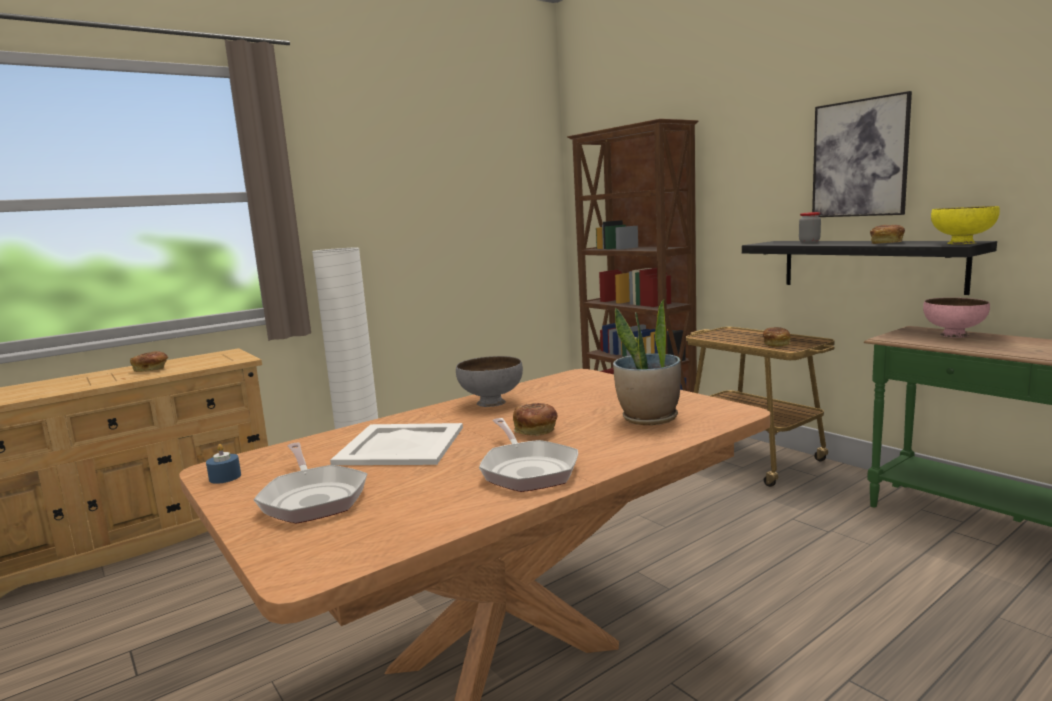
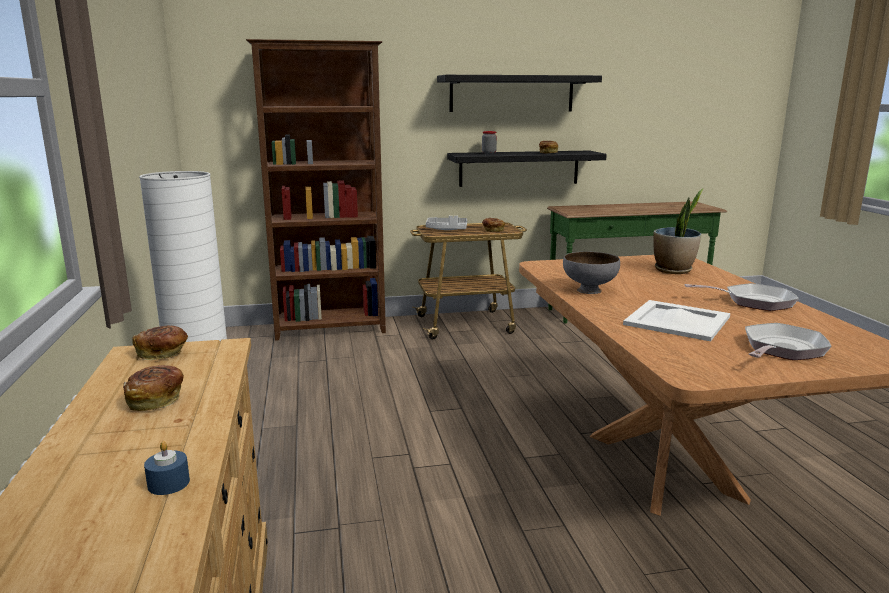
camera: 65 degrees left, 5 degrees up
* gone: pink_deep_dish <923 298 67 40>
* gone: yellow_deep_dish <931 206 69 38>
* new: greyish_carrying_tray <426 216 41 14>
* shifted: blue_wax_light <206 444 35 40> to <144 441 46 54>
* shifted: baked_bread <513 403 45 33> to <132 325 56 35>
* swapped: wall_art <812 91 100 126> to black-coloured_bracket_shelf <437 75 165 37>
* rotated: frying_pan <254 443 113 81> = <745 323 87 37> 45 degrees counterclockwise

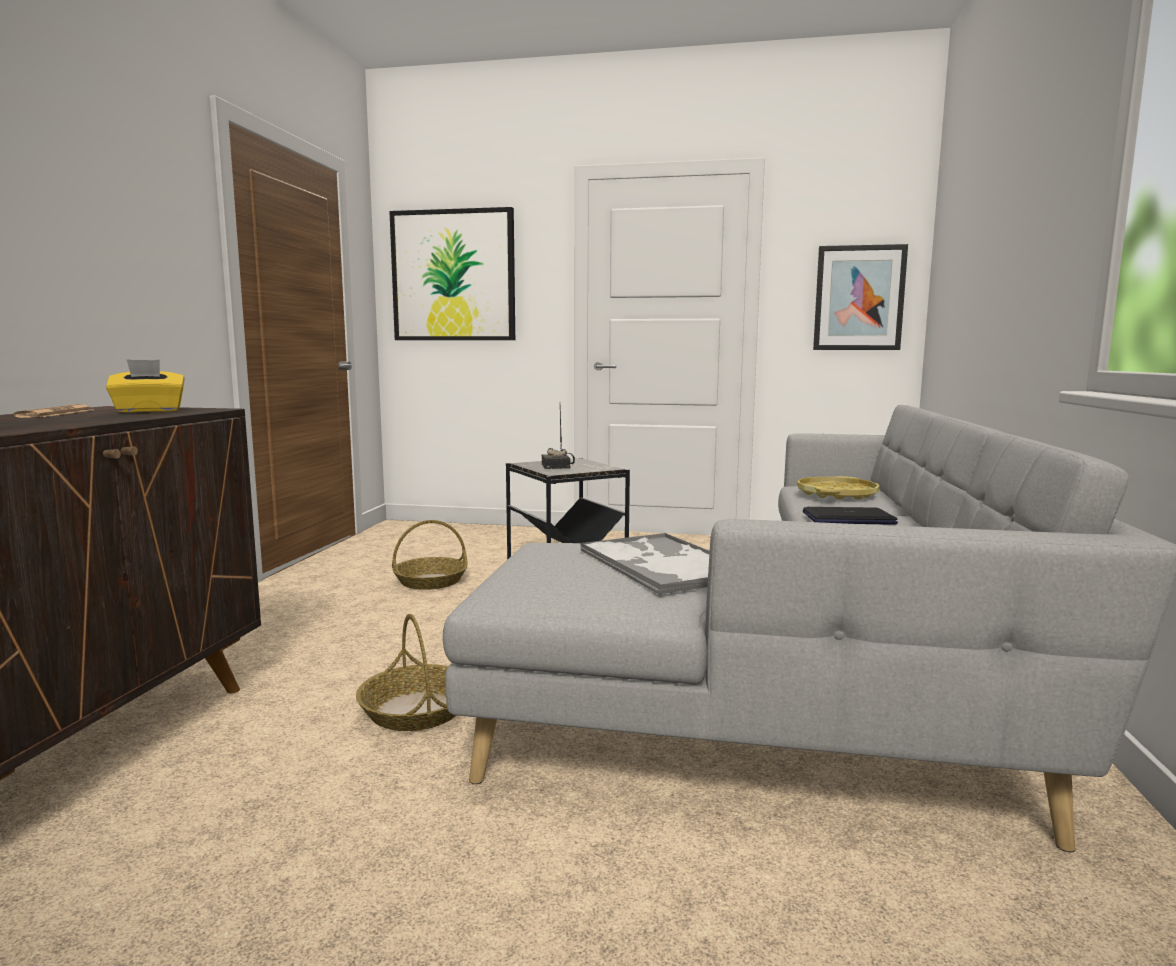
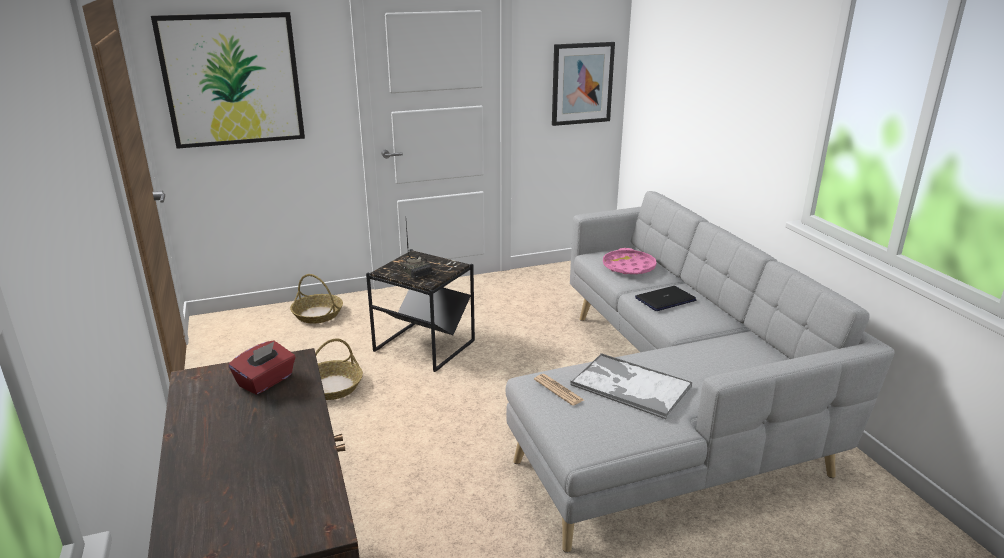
camera: 30 degrees left, 15 degrees up
* shifted: printed_paper <13 404 78 14> to <534 374 50 32>
* shifted: basket <356 614 101 117> to <290 274 53 49>
* repainted: yellow_tissue_holder <106 359 79 54> to red-coloured_tissue_holder <229 341 67 54>
* repainted: yellow_carrying_tray <797 476 83 24> to pink_carrying_tray <603 248 54 26>

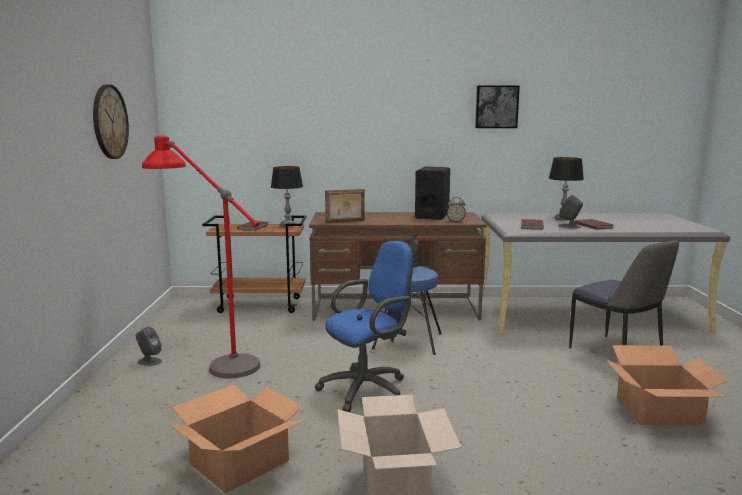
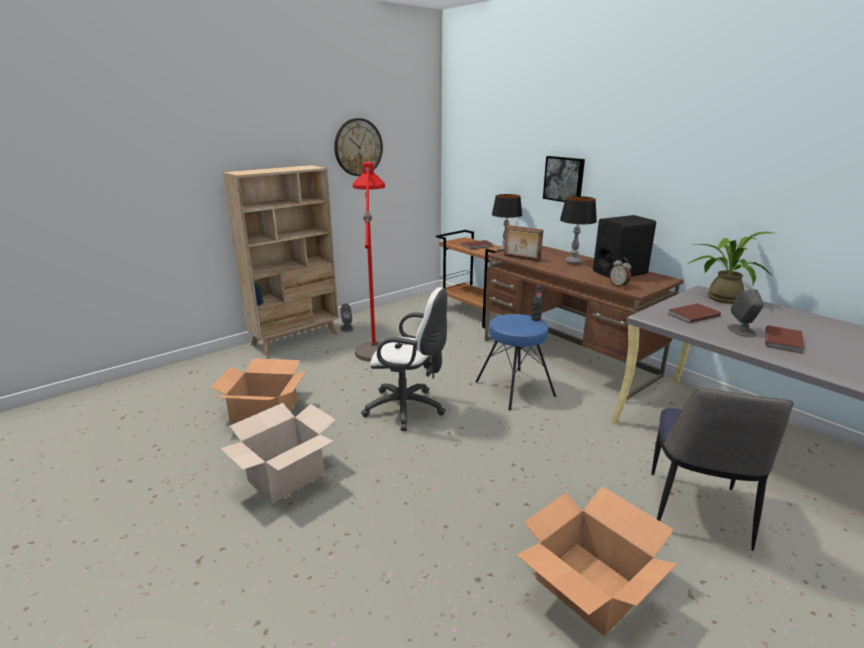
camera: 50 degrees right, 10 degrees up
* new: beige_bookcase <223 165 116 191>
* new: plant_in_a_pot <687 232 87 72>
* shifted: wall_art <475 85 45 43> to <543 156 42 46>
* shifted: tabletop_lamp <549 157 35 63> to <560 196 37 69>
* repainted: blue_desk_chair <315 241 98 171> to white_desk_chair <361 287 86 144>

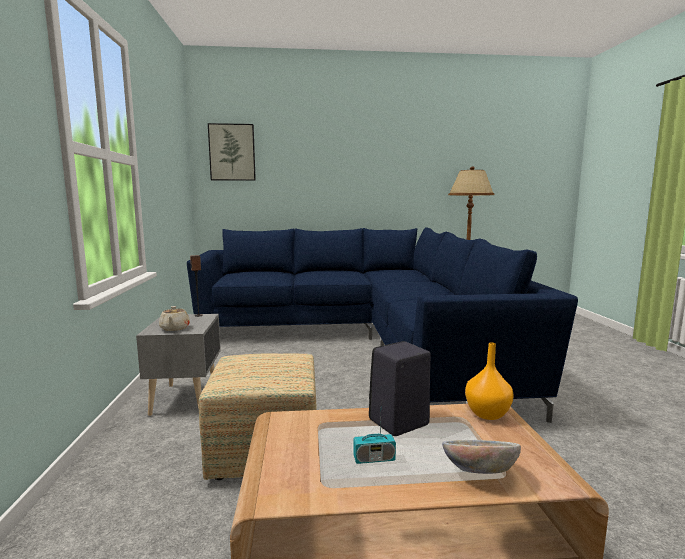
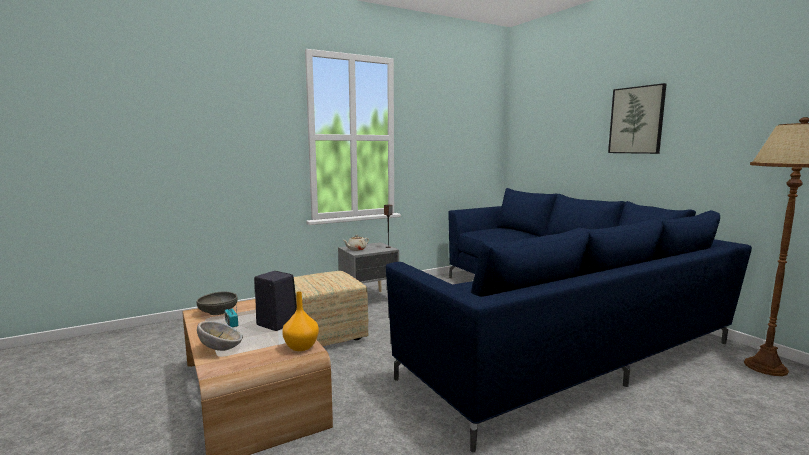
camera: 65 degrees right, 0 degrees up
* new: greyish_deep_dish <197 292 41 23>
* shifted: wall_art <208 123 48 58> to <608 83 58 71>

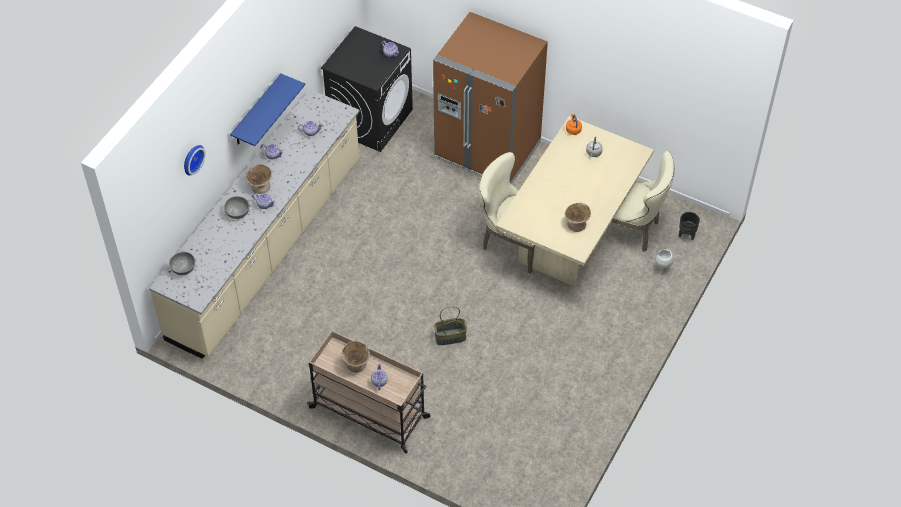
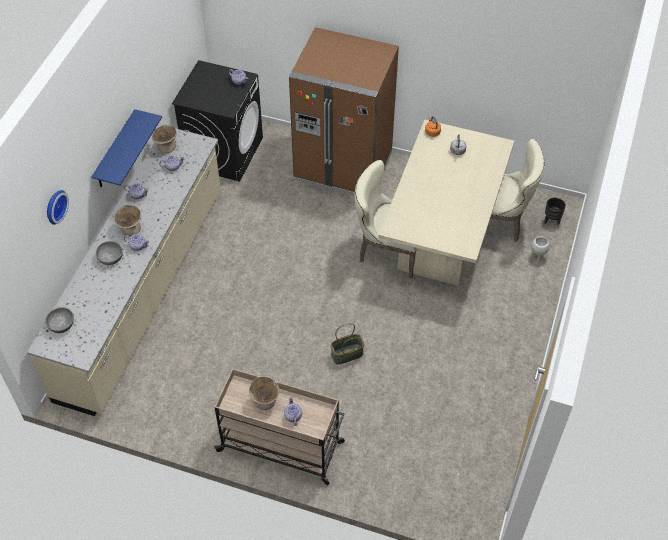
camera: 10 degrees left, 0 degrees up
* shifted: beige_deep_dish <565 203 26 29> to <152 125 25 28>

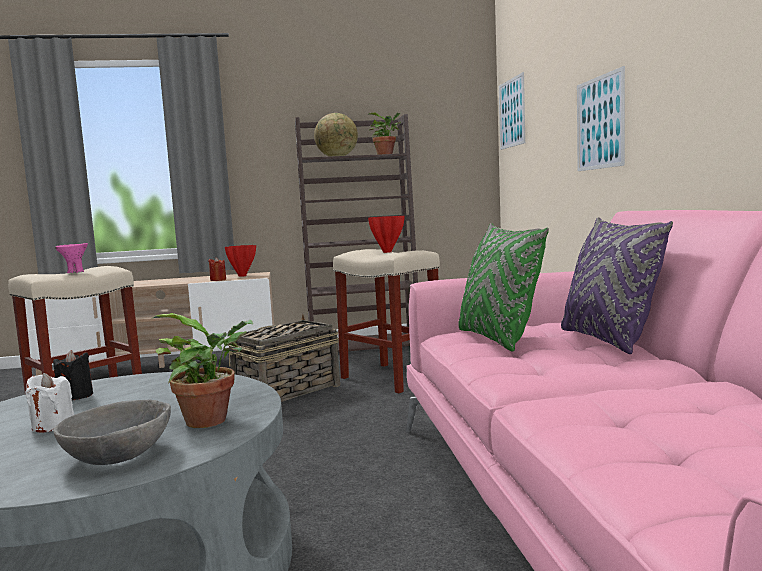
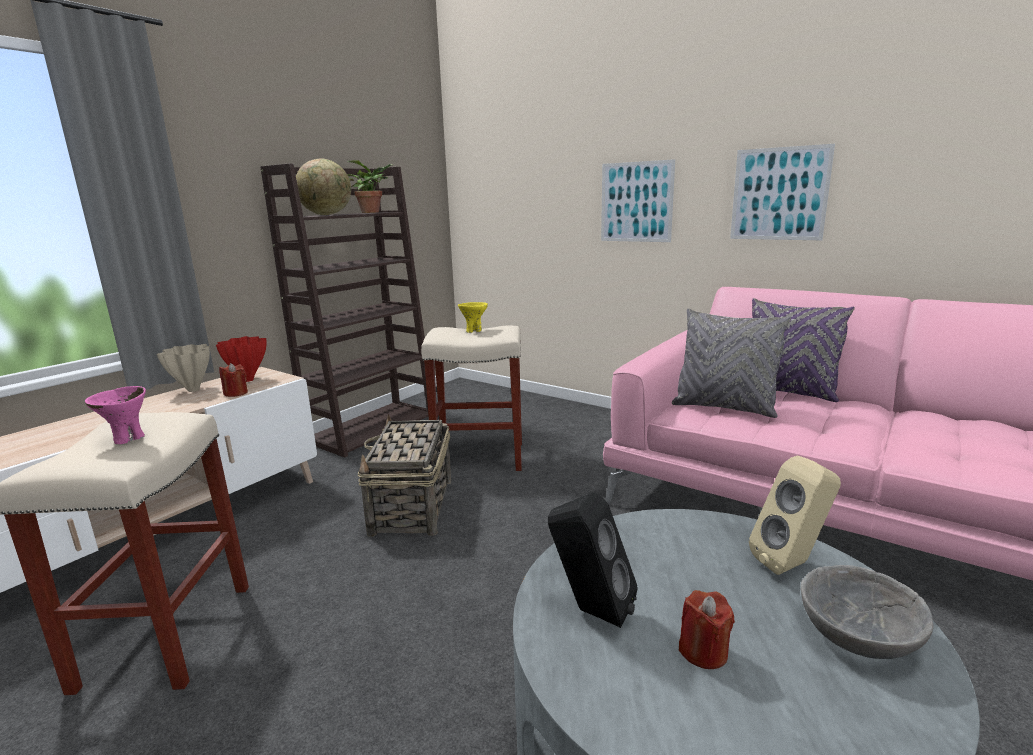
camera: 45 degrees left, 10 degrees up
* new: beige_vase <157 344 53 48>
* shifted: wall_art <499 72 26 78> to <730 144 105 96>
* swapped: black-coloured_wax_light <53 350 40 50> to black-coloured_loudspeaker <548 492 90 136>
* swapped: plant_in_a_pot <153 313 100 115> to beige_loudspeaker <749 455 92 120>
* swapped: red-coloured_vase <368 216 37 37> to yellow_deep_dish <458 302 30 31>
* repainted: white_wax_light <25 373 49 60> to red-coloured_wax_light <679 590 56 79>
* repainted: greenish_throw_pillow <458 223 91 129> to greyish_throw_pillow <672 308 119 110>

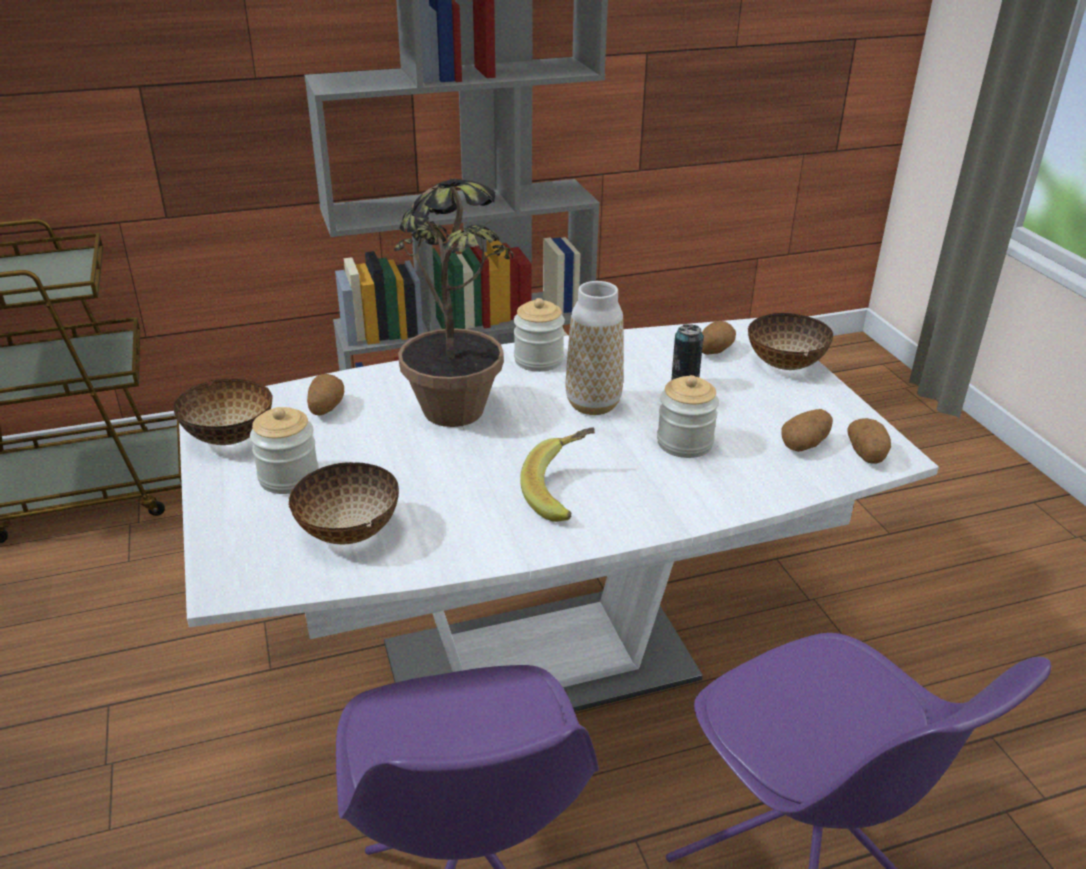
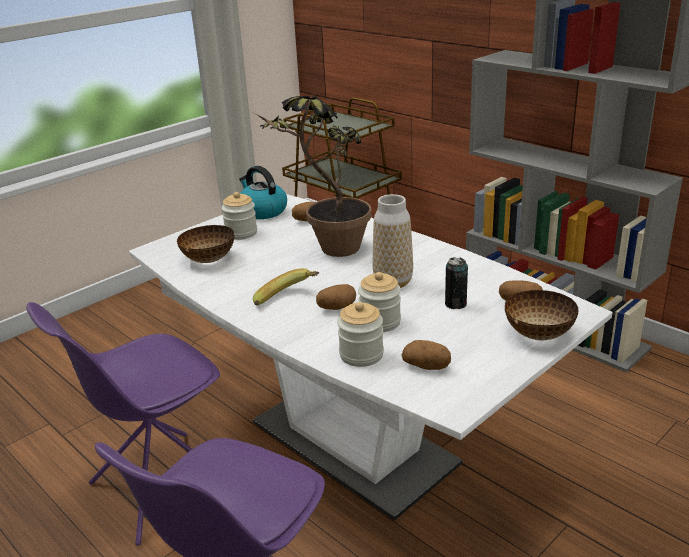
camera: 65 degrees right, 5 degrees down
* shifted: preserve_jar <514 298 51 74> to <337 302 47 65>
* shifted: whole_potato <847 418 44 46> to <316 284 40 26>
* swapped: deep_dish <173 379 100 66> to tea_kettle <239 166 48 53>

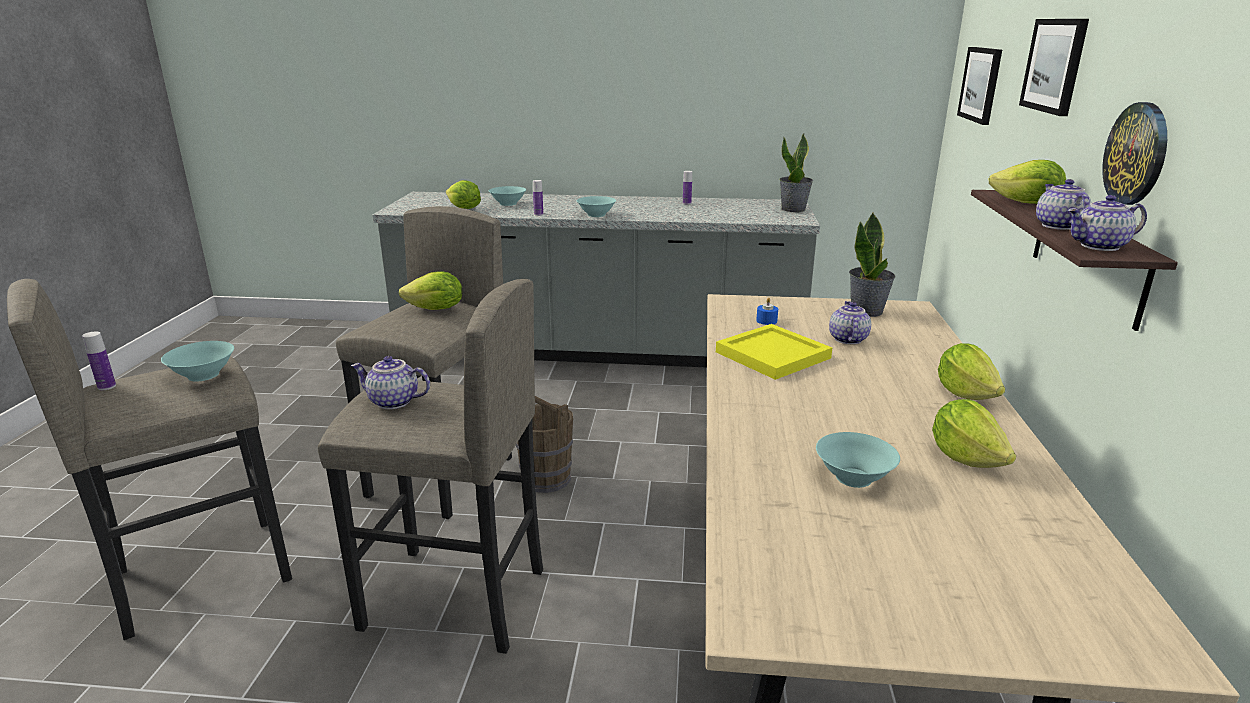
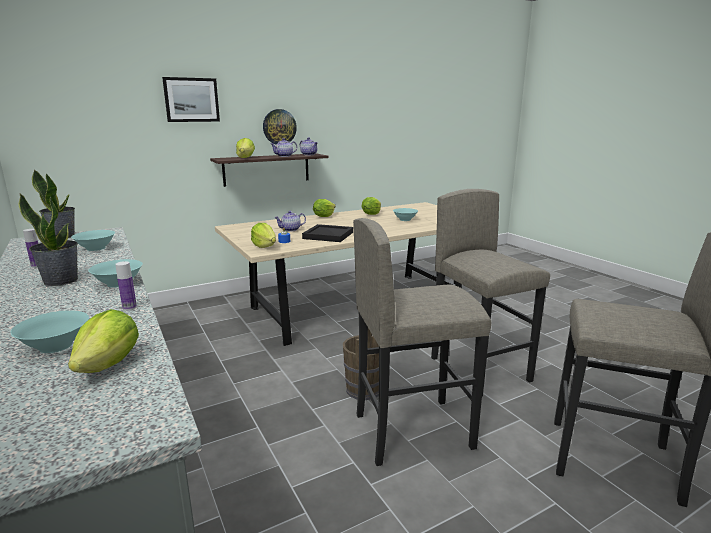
camera: 125 degrees left, 5 degrees down
* gone: bottle <82 331 34 59>
* gone: teapot <351 356 79 53>
* gone: wall_art <957 47 45 78>
* shifted: turquoise-coloured_deep_dish <161 341 73 40> to <71 230 44 21>
* shifted: lettuce <399 271 63 39> to <251 223 25 25>
* shifted: plant_in_a_pot <849 213 46 104> to <18 194 60 92>
* repainted: yellow_carrying_tray <716 324 116 56> to black-coloured_carrying_tray <302 224 51 18>

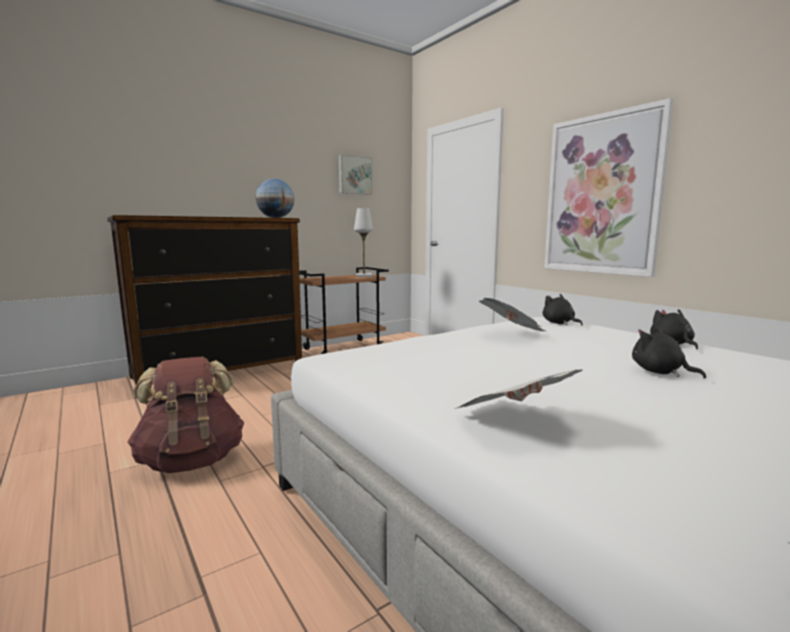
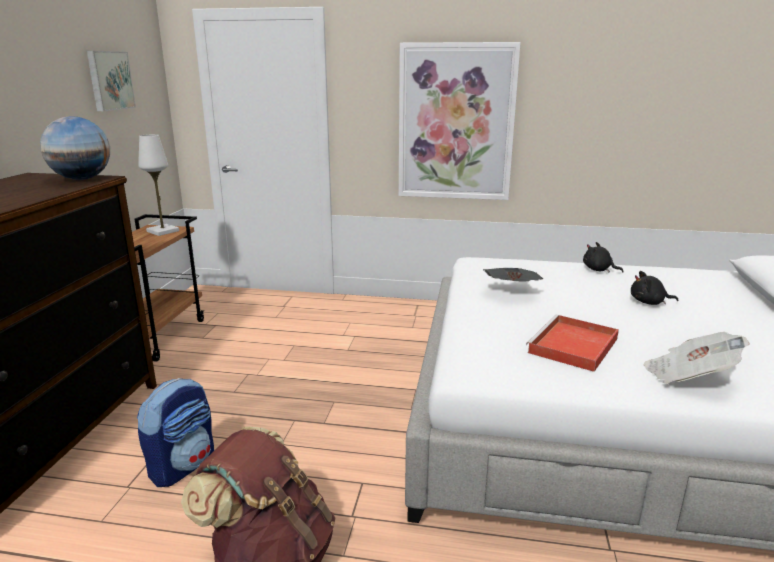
camera: 45 degrees left, 10 degrees up
* gone: black-coloured_plush_toy <543 294 40 32>
* new: knapsack <137 378 77 109>
* new: red-coloured_carrying_tray <526 315 93 57>

